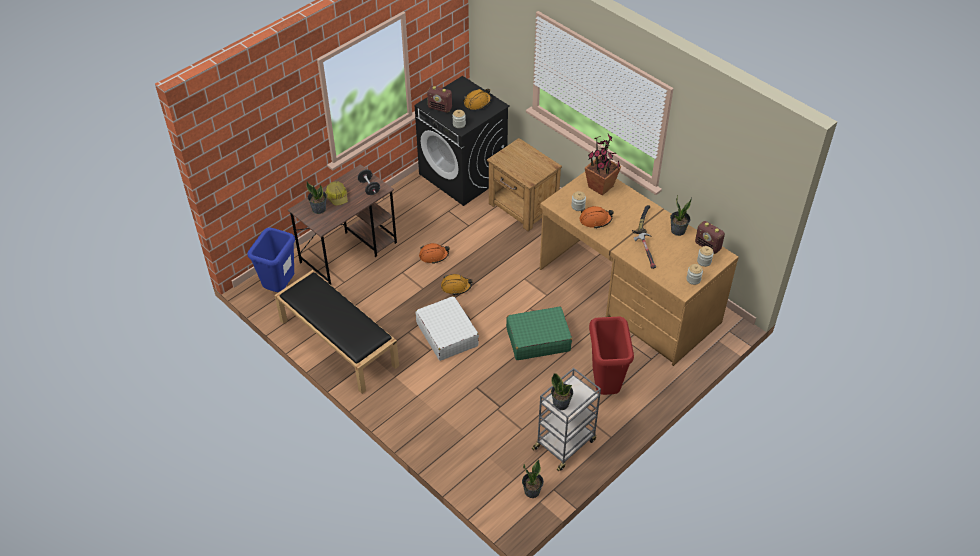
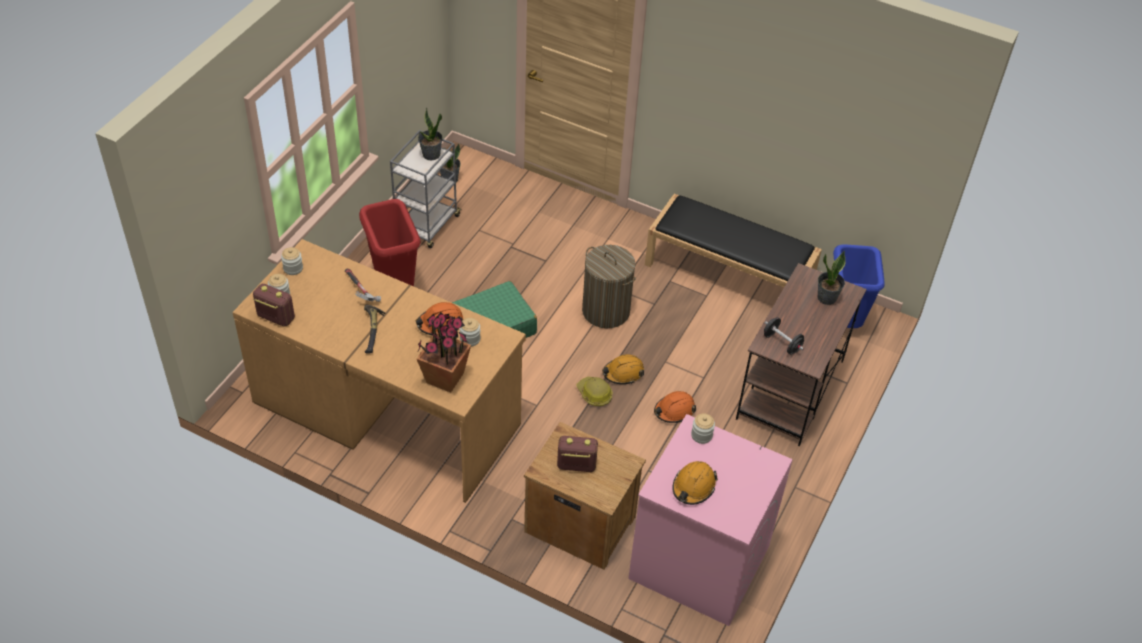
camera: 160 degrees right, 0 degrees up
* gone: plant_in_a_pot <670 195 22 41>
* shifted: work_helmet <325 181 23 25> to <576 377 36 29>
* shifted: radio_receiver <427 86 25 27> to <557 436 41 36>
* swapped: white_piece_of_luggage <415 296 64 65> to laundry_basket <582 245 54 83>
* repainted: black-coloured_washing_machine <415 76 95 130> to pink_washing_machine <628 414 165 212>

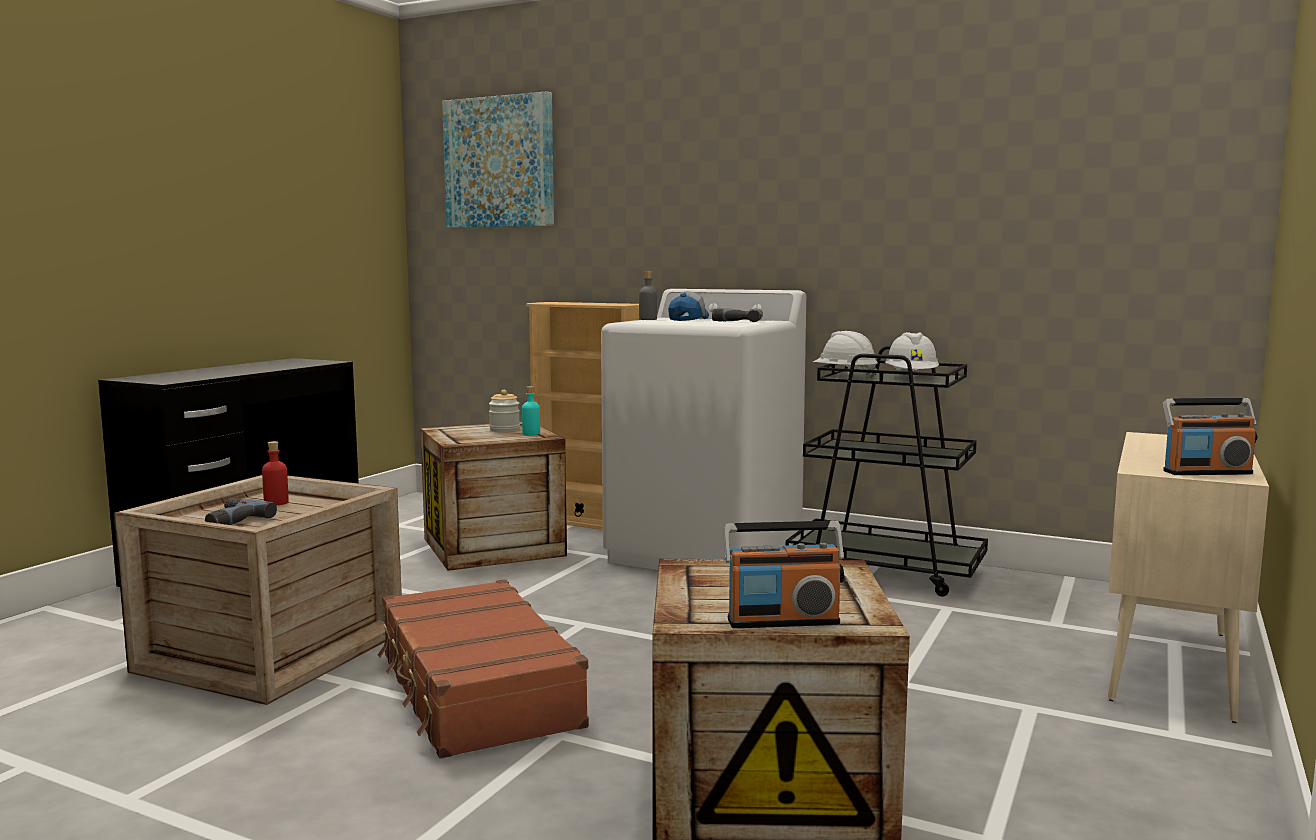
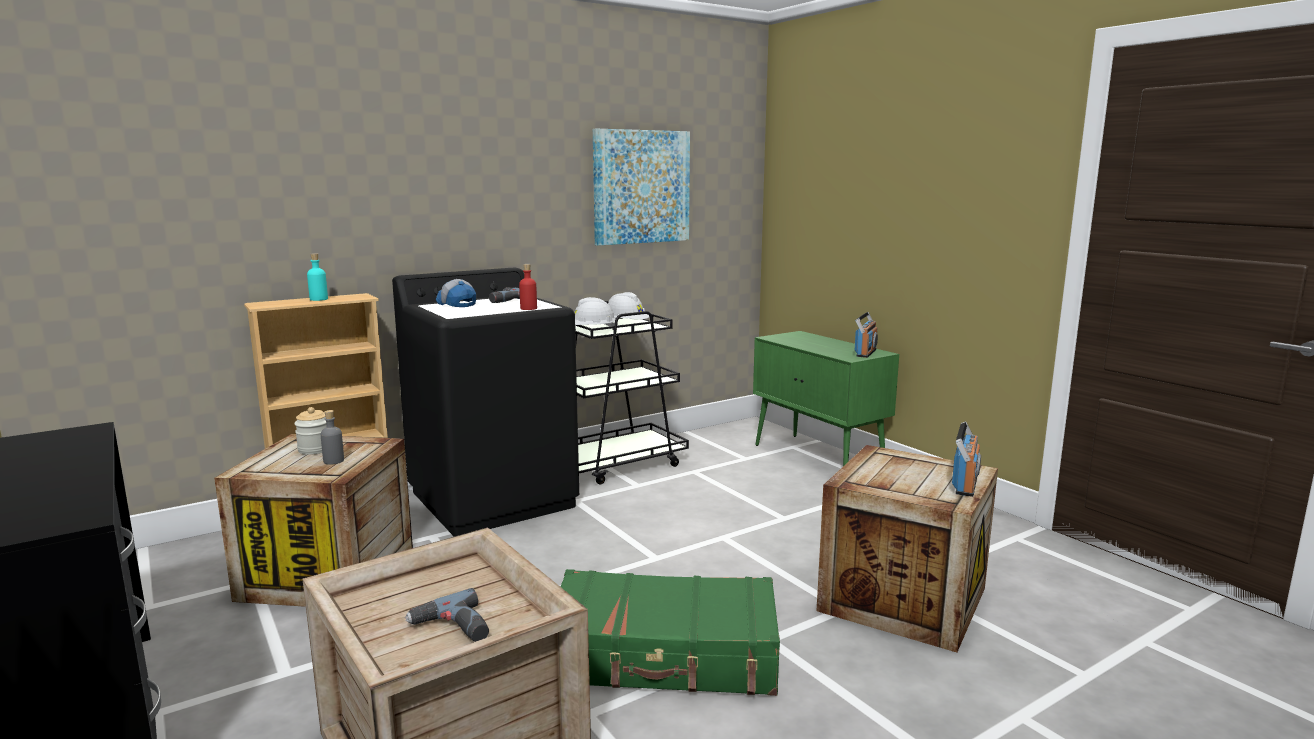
camera: 60 degrees left, 5 degrees up
* shifted: red-coloured_bottle <262 441 27 64> to <519 264 18 46>
* shifted: wall_art <442 91 112 137> to <593 129 97 117>
* shifted: turquoise-coloured_bottle <522 386 18 49> to <307 253 21 48>
* shifted: greyish_bottle <639 271 18 49> to <321 410 23 55>
* repainted: brownish_piece_of_luggage <377 579 212 180> to greenish_piece_of_luggage <561 569 219 127>
* repainted: white_washing_machine <601 289 205 281> to black-coloured_washing_machine <392 267 187 270>
* repainted: beige_storage_cabinet <1107 432 162 291> to greenish_storage_cabinet <753 331 146 135>

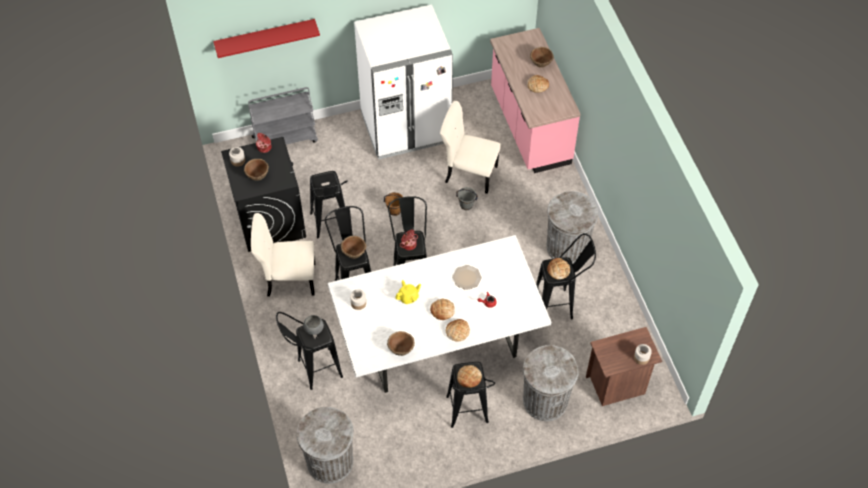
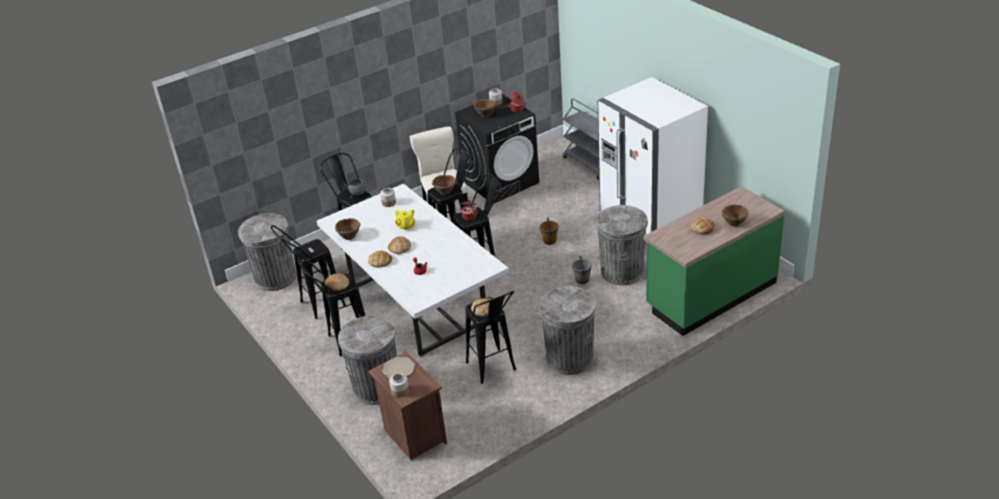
camera: 75 degrees right, 20 degrees down
* gone: red-coloured_bracket_shelf <213 19 107 39>
* shifted: black-coloured_stool_seat <310 171 38 67> to <271 225 75 94>
* shifted: plate <452 265 30 25> to <382 357 33 22>
* swapped: beige_upright_chair <440 101 61 93> to greyish_waste_bin <596 205 52 80>
* repainted: pink_counter <490 28 91 145> to greenish_counter <644 186 141 150>

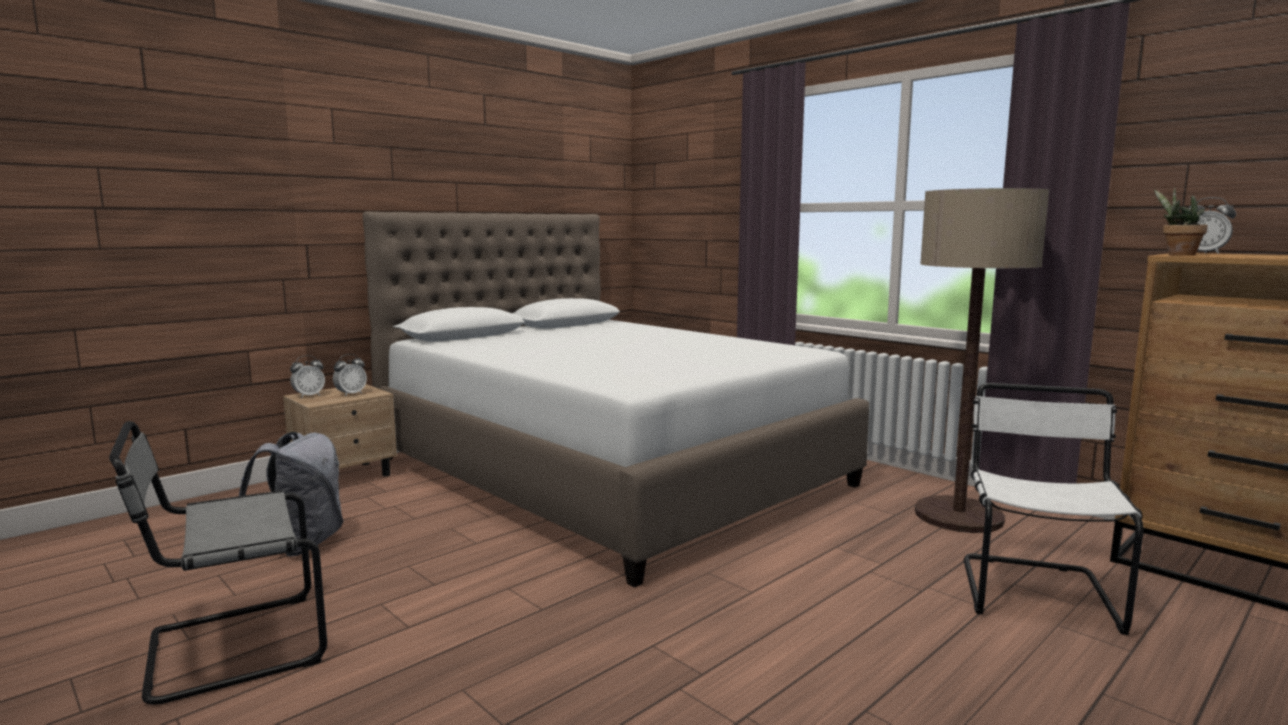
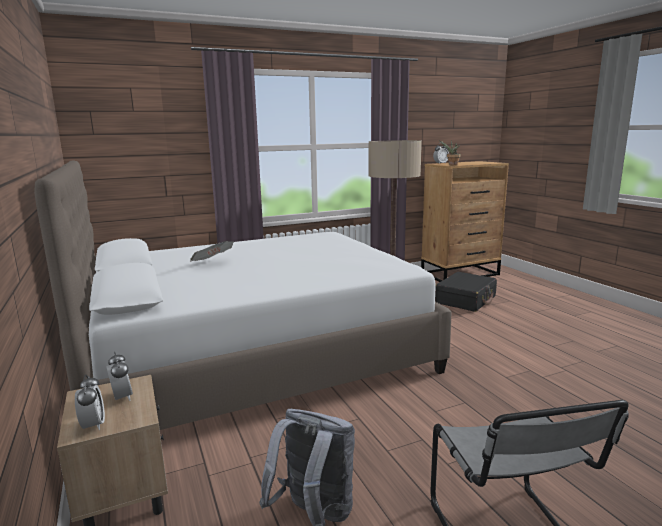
camera: 70 degrees left, 5 degrees up
* new: printed_paper <190 241 44 20>
* swapped: white_upright_chair <964 383 179 252> to black-coloured_piece_of_luggage <435 272 62 40>

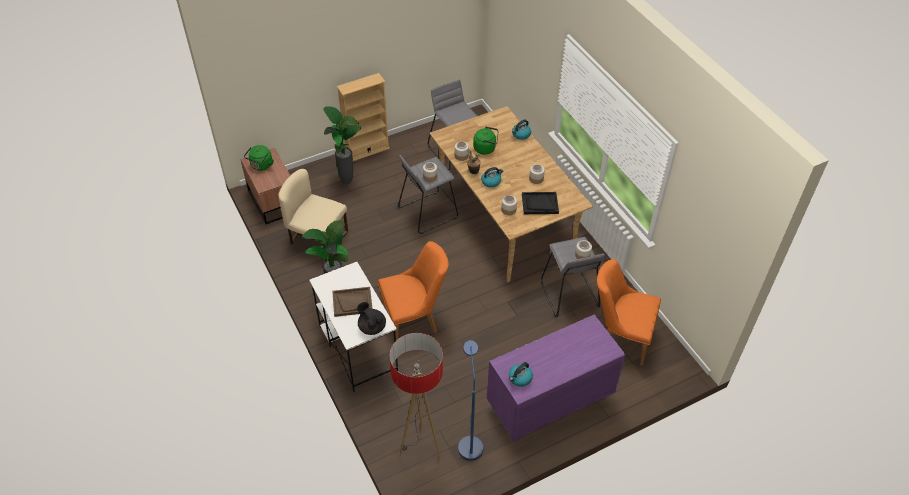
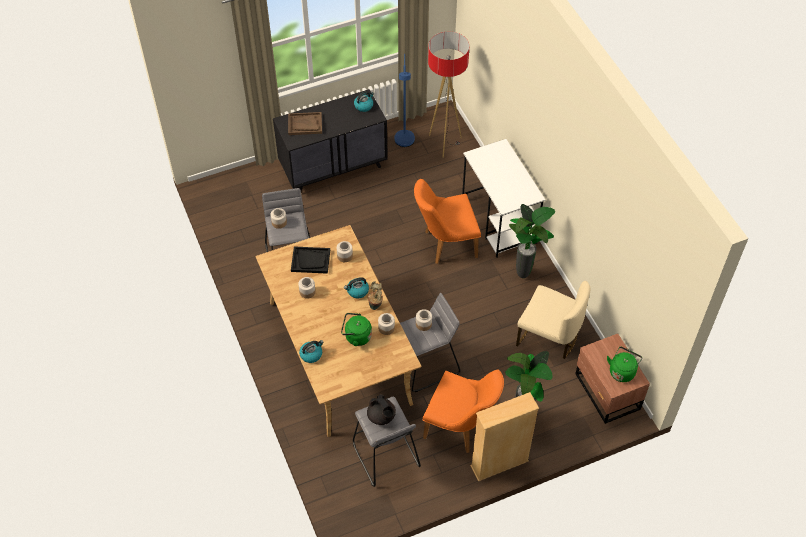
camera: 175 degrees left, 5 degrees up
* shifted: brownish_carrying_tray <332 287 40 30> to <288 112 34 23>
* shifted: black-coloured_teapot <357 302 29 33> to <367 394 29 31>
* shifted: orange-coloured_upright_chair <597 259 64 107> to <423 370 81 83>
* repainted: purple_chest_of_drawers <487 314 139 128> to black-coloured_chest_of_drawers <273 89 115 102>

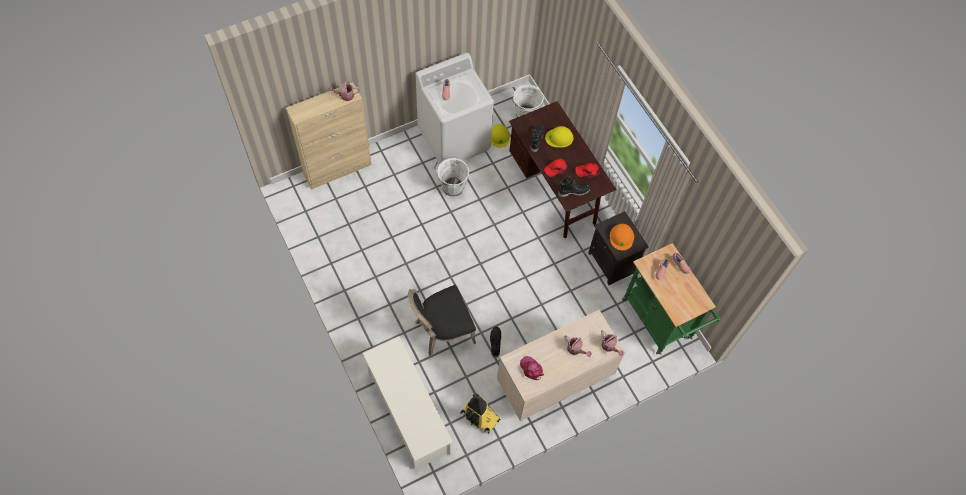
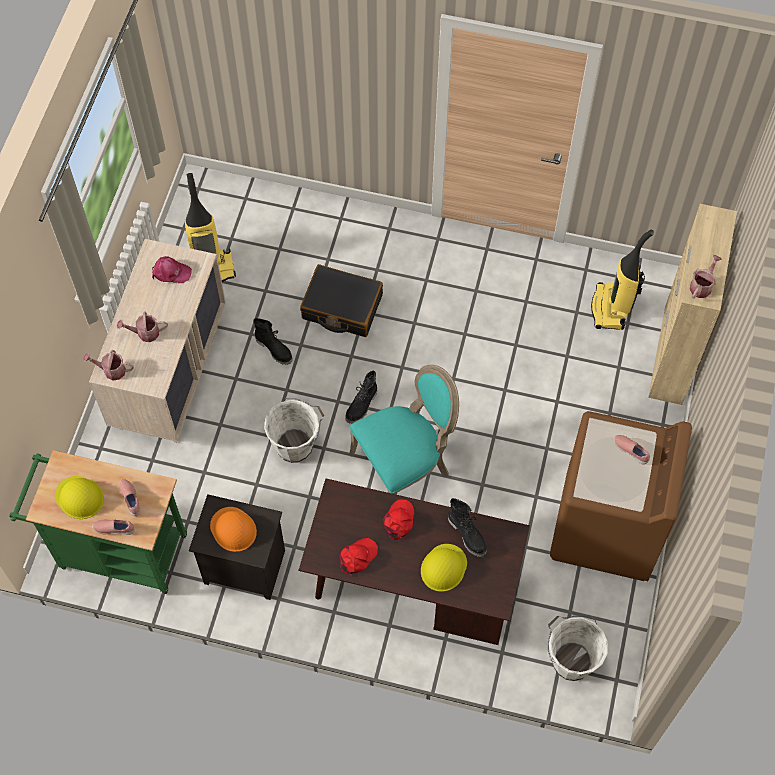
camera: 135 degrees right, 0 degrees up
* gone: white_shoe_shelf <363 336 90 134>
* new: turquoise-coloured_upright_chair <349 365 110 130>
* new: vacuum <591 229 63 101>
* shifted: white_bucket <434 156 35 41> to <264 398 60 65>
* shifted: yellow_work_helmet <491 124 19 23> to <55 476 49 43>
* shifted: black-coloured_tall_boot <558 177 32 20> to <345 371 32 53>
* swapped: black-coloured_upright_chair <408 285 68 71> to black-coloured_piece_of_luggage <300 264 83 73>
* repainted: white_washing_machine <416 53 78 111> to brownish_washing_machine <550 411 142 170>

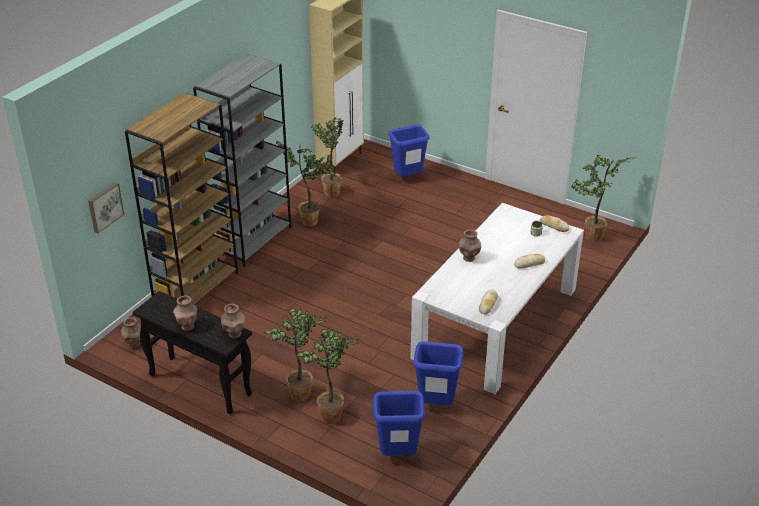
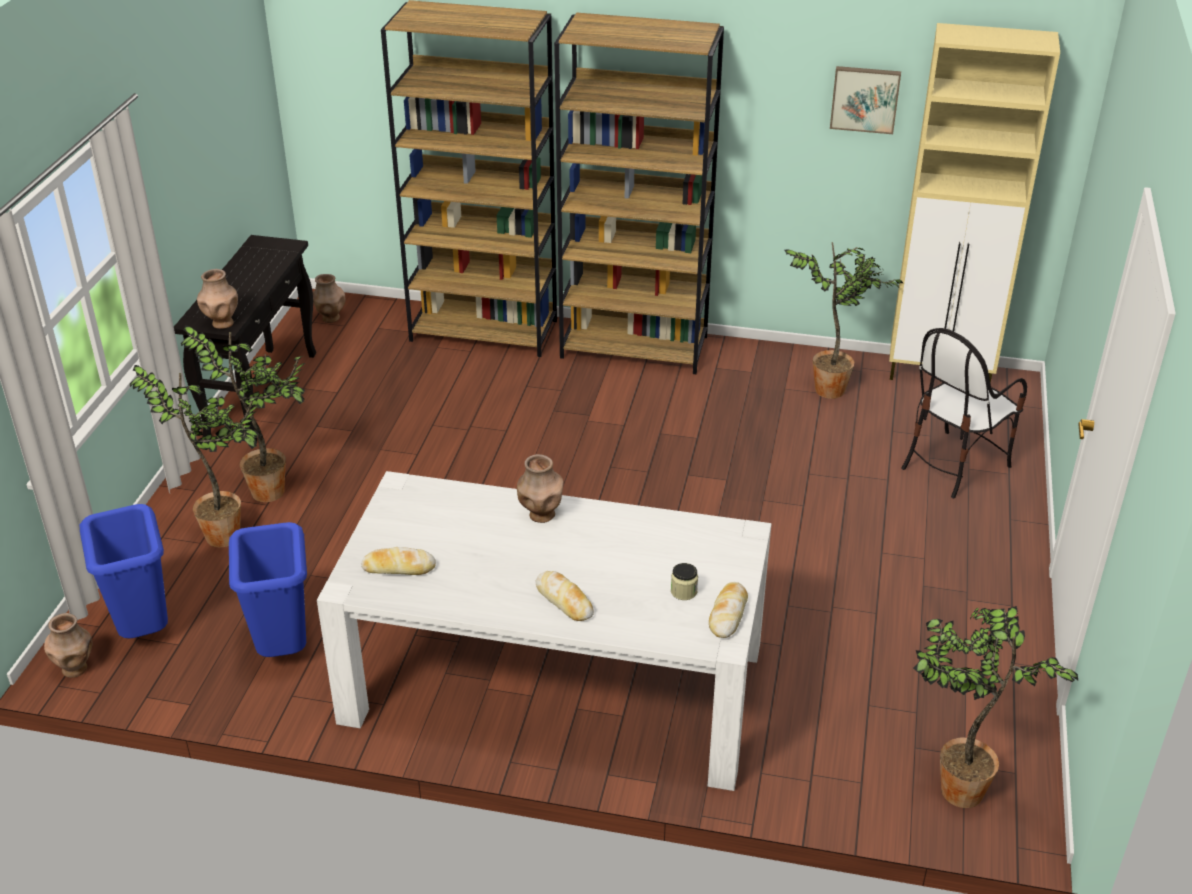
camera: 70 degrees right, 0 degrees up
* gone: plant_in_a_pot <276 141 61 86>
* shifted: wall_art <88 182 36 51> to <830 66 71 68>
* shifted: brownish_vase <173 296 24 35> to <44 613 48 65>
* swapped: blue_waste_bin <389 125 40 52> to upright_chair <902 328 125 170>
* repainted: greyish_bookcase <193 54 98 213> to brownish_bookcase <554 13 170 361>

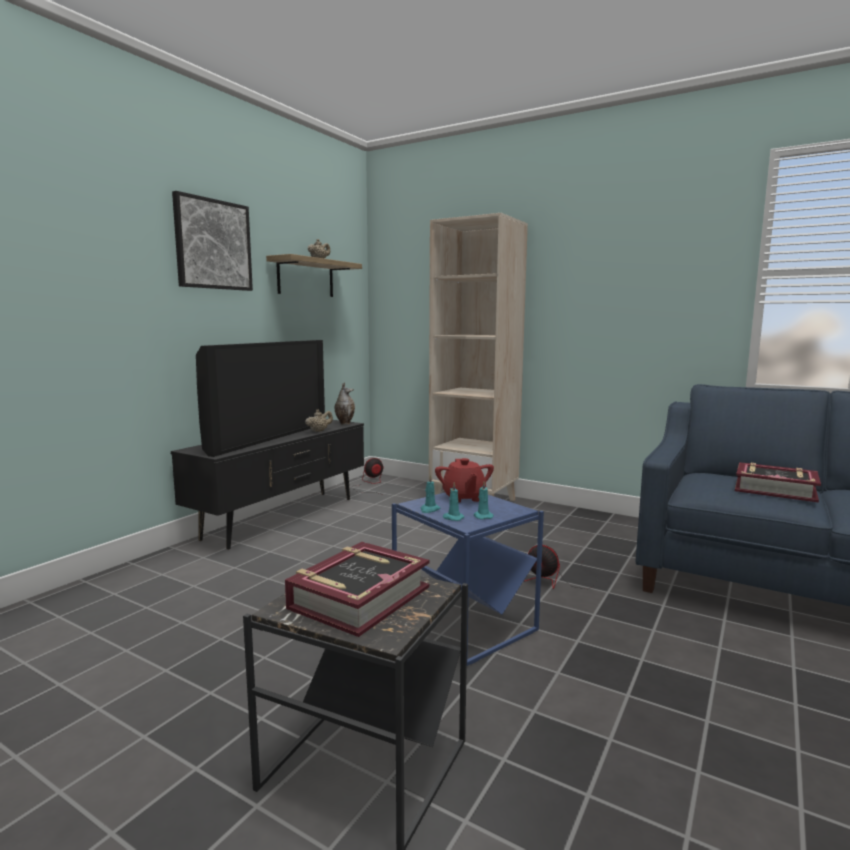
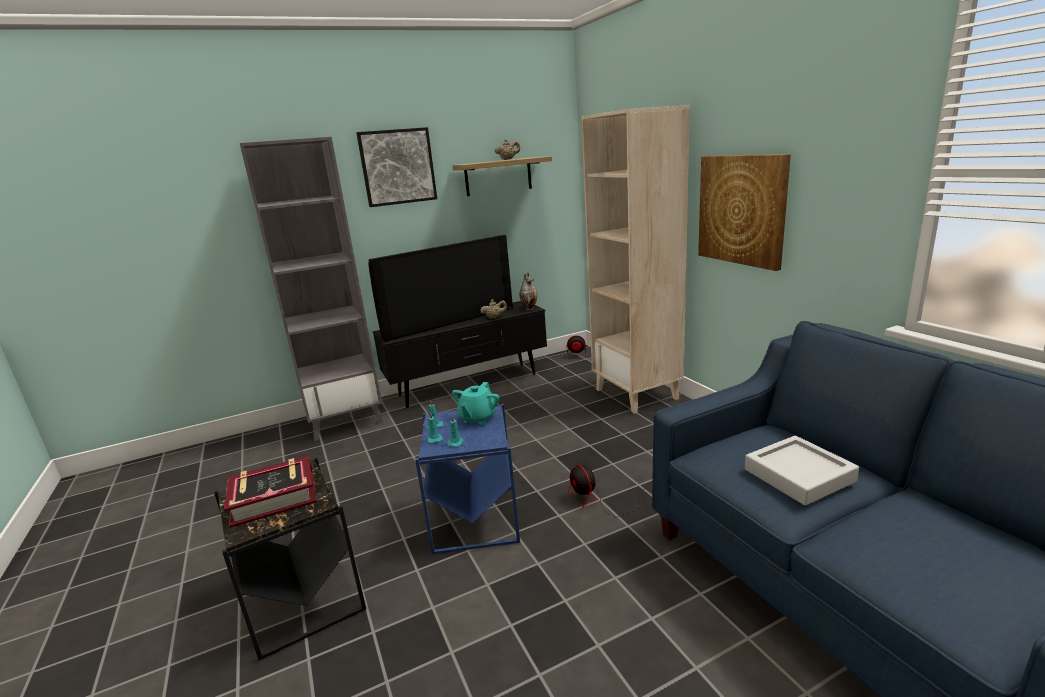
camera: 35 degrees right, 10 degrees up
* new: greyish_bookcase <240 137 144 304>
* new: wall_art <698 154 93 117>
* swapped: book <735 462 86 41> to greyish_carrying_tray <745 436 114 70>
* repainted: red-coloured_teapot <435 458 59 45> to turquoise-coloured_teapot <452 382 47 43>

